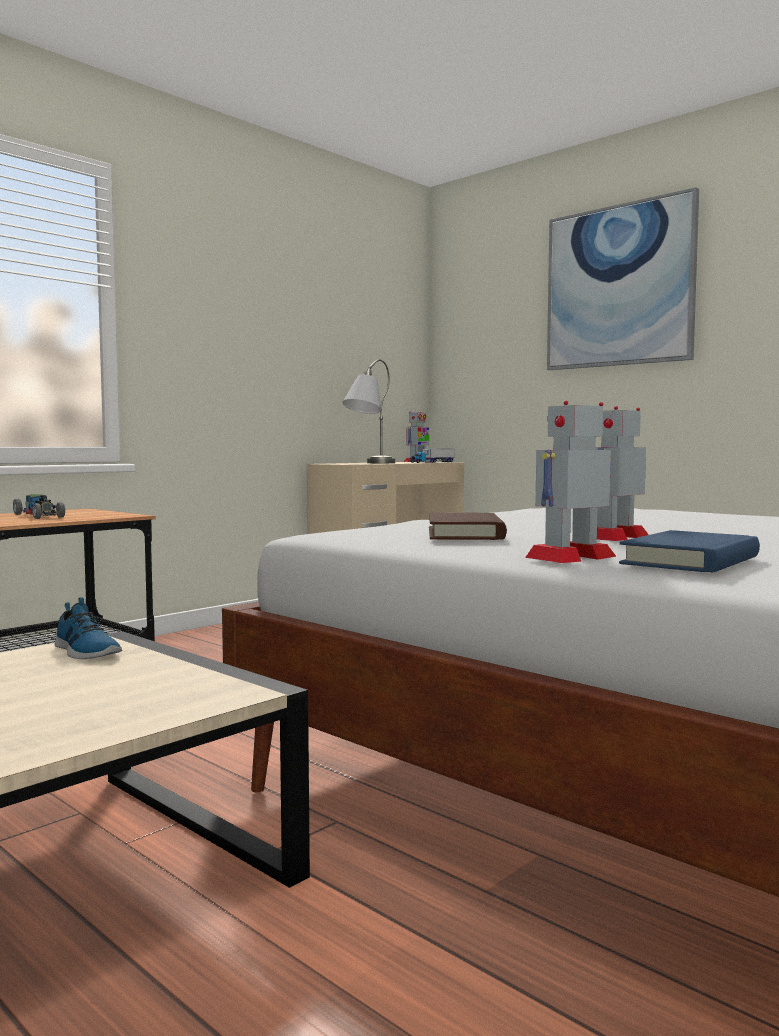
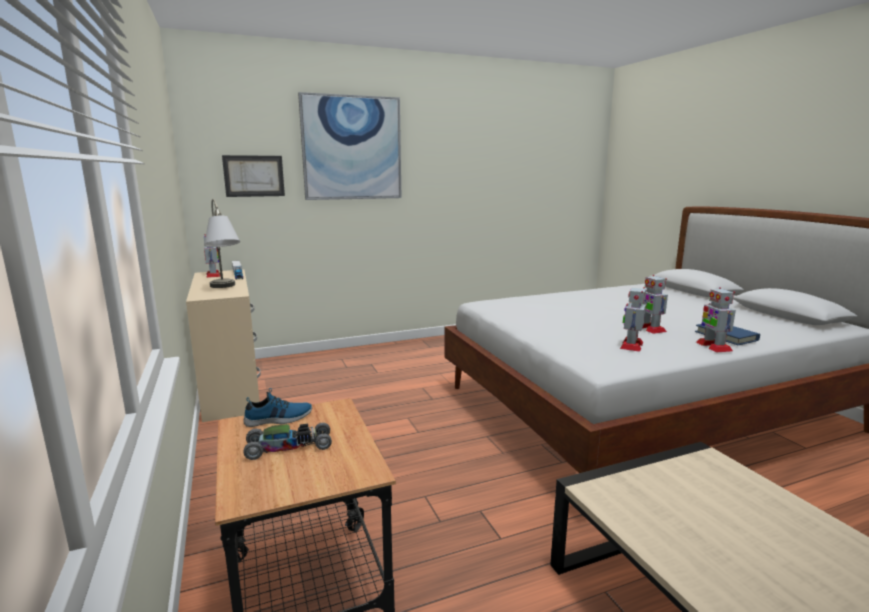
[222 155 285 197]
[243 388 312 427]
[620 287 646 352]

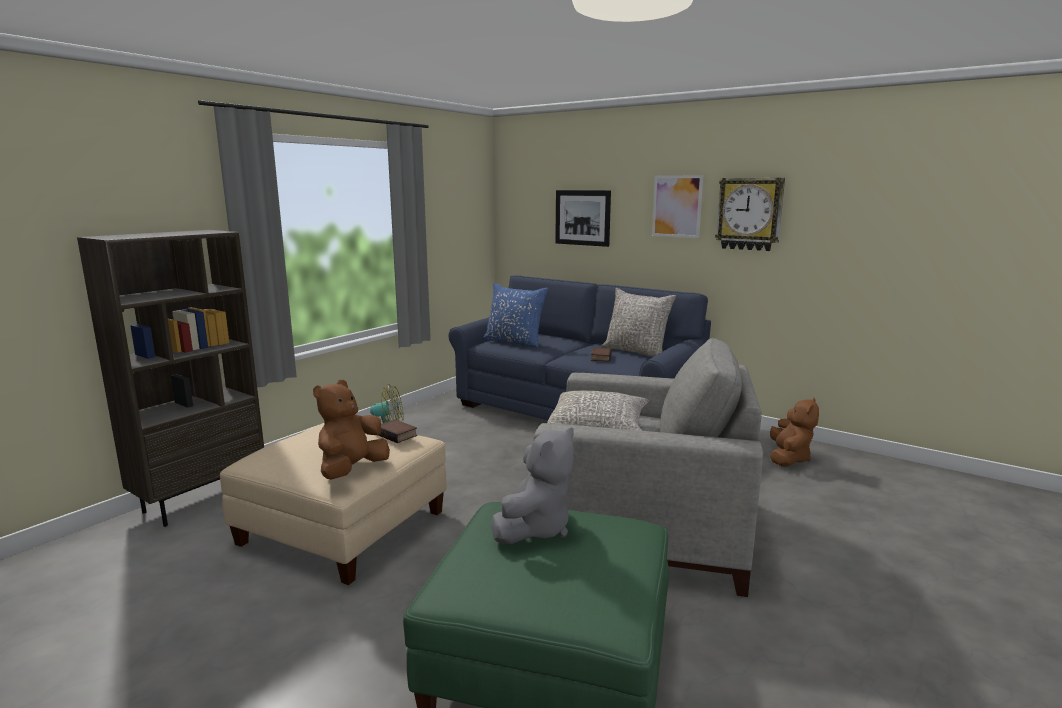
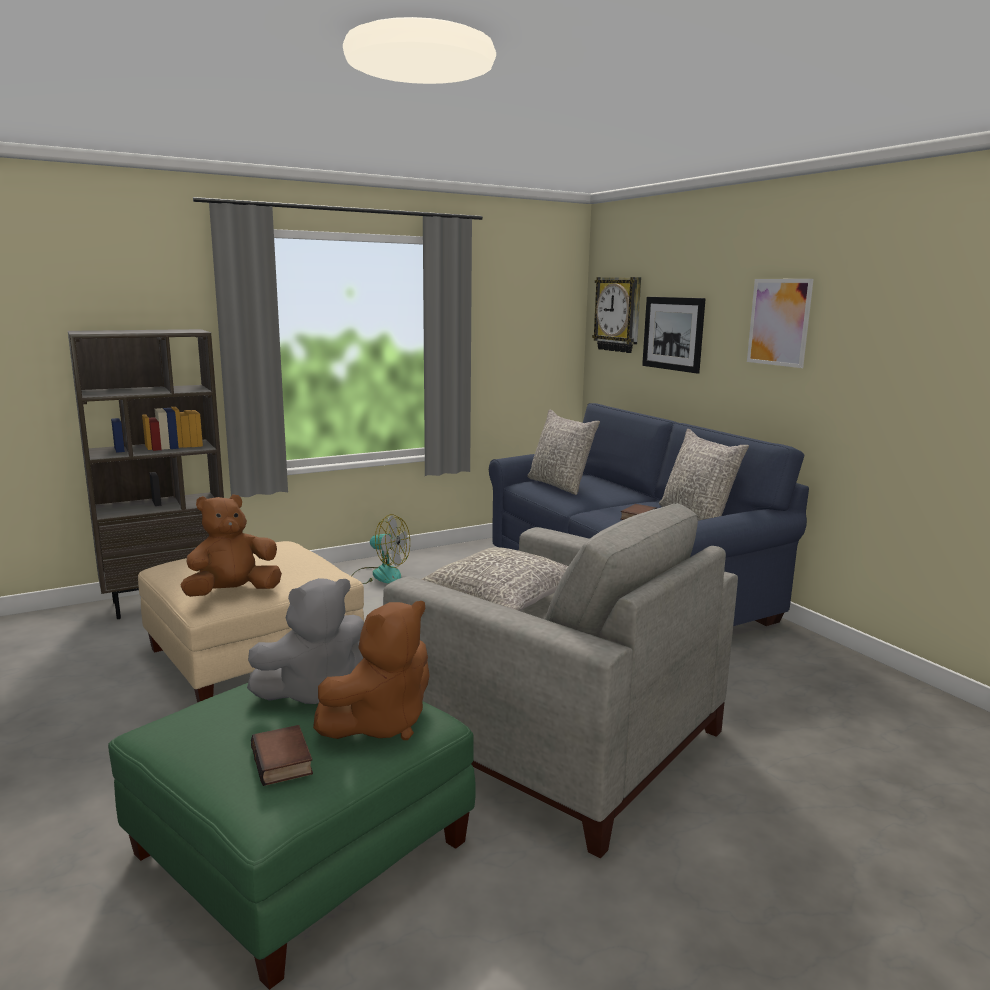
[251 725 313 786]
[313 601 430 740]
[527 409 600 495]
[592 277 641 353]

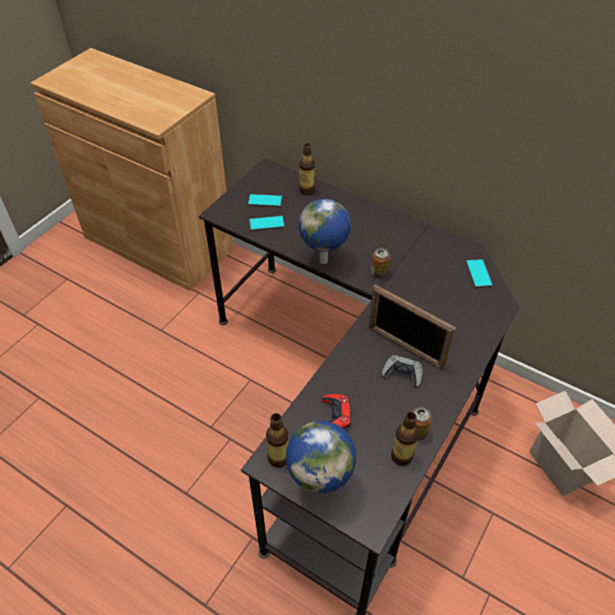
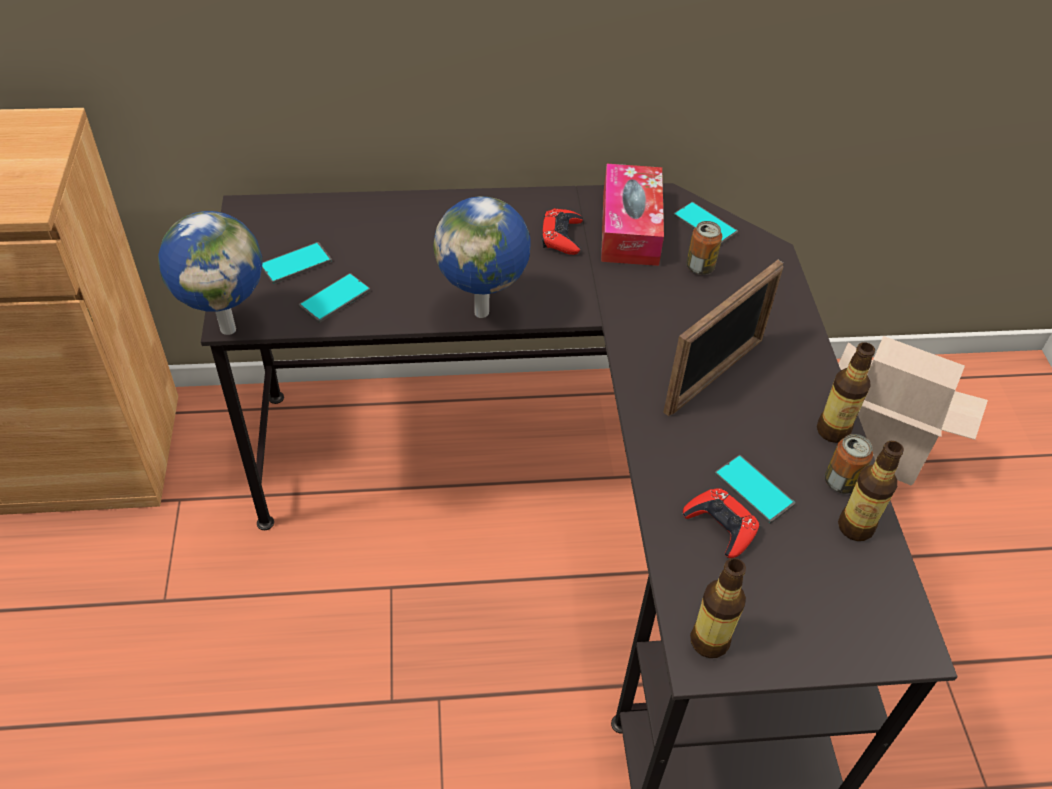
[158 211 263 335]
[542 208 583 255]
[601 164 664 266]
[663 260 783 416]
[686 221 722 275]
[715 455 795 524]
[817 342 875 443]
[382 355 423 387] (first image)

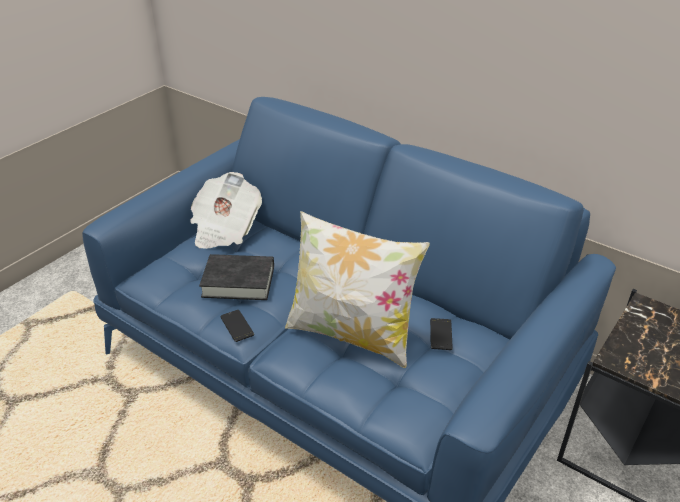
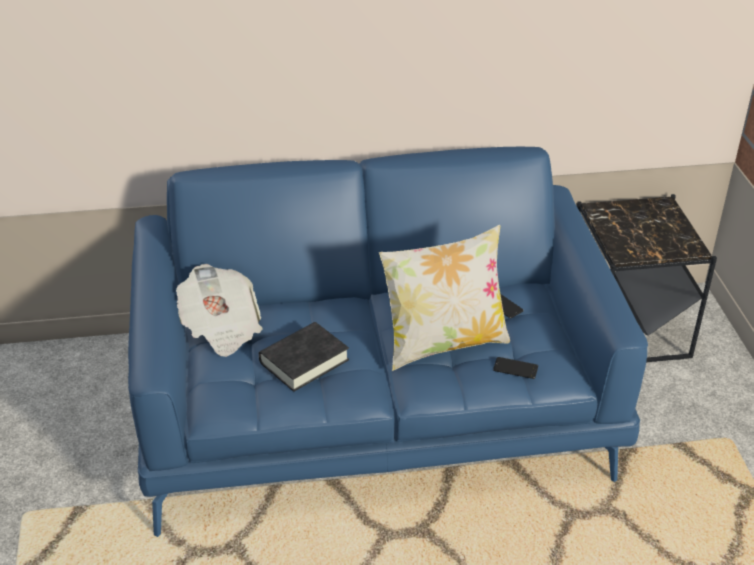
[493 357 538 379]

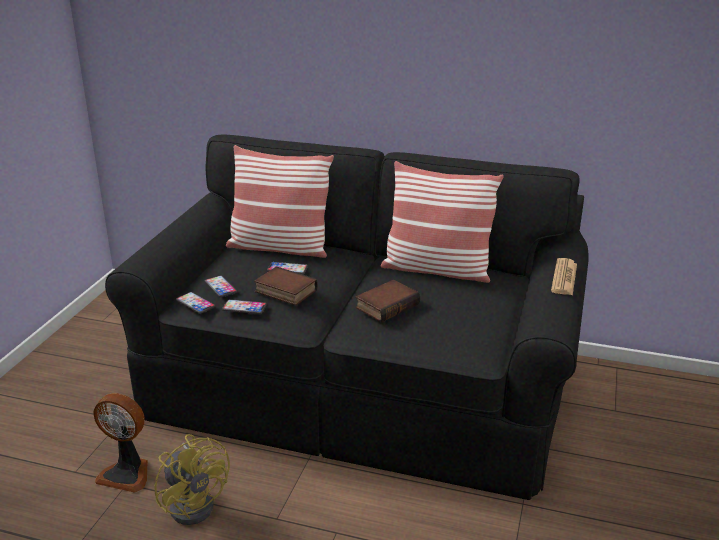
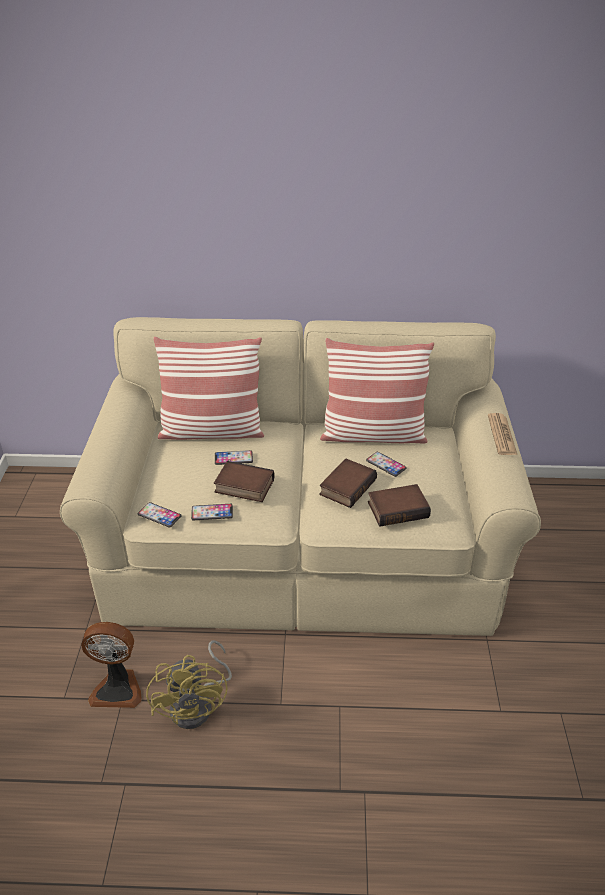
[60 317 541 636]
[146 640 232 729]
[366 452 407 477]
[368 484 431 526]

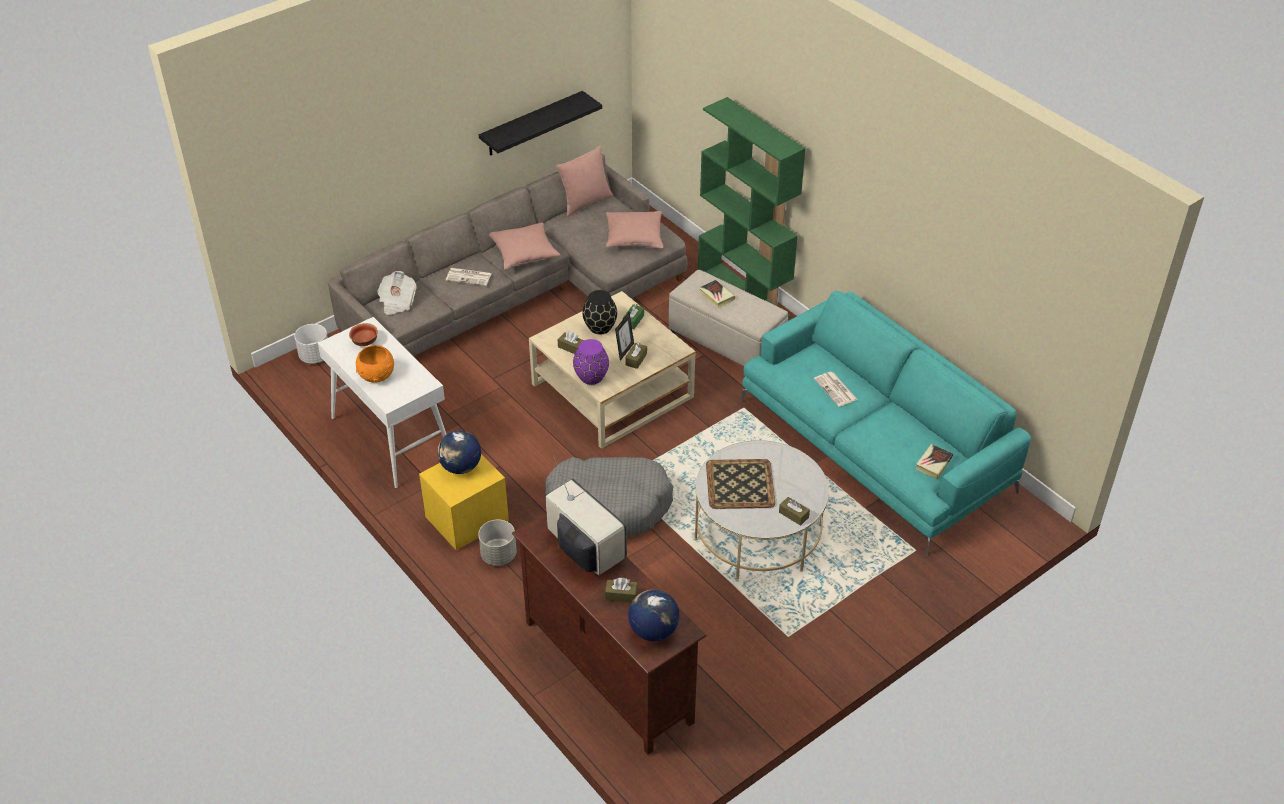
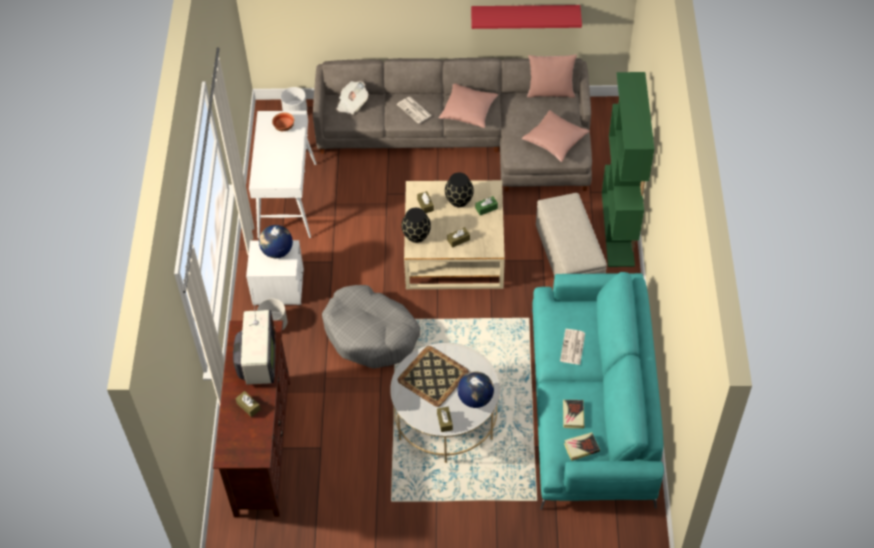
[246 240 304 306]
[401 208 431 243]
[457 371 494 408]
[471 5 582 29]
[563 400 585 429]
[356 345 394 383] (first image)
[615 312 634 361] (first image)

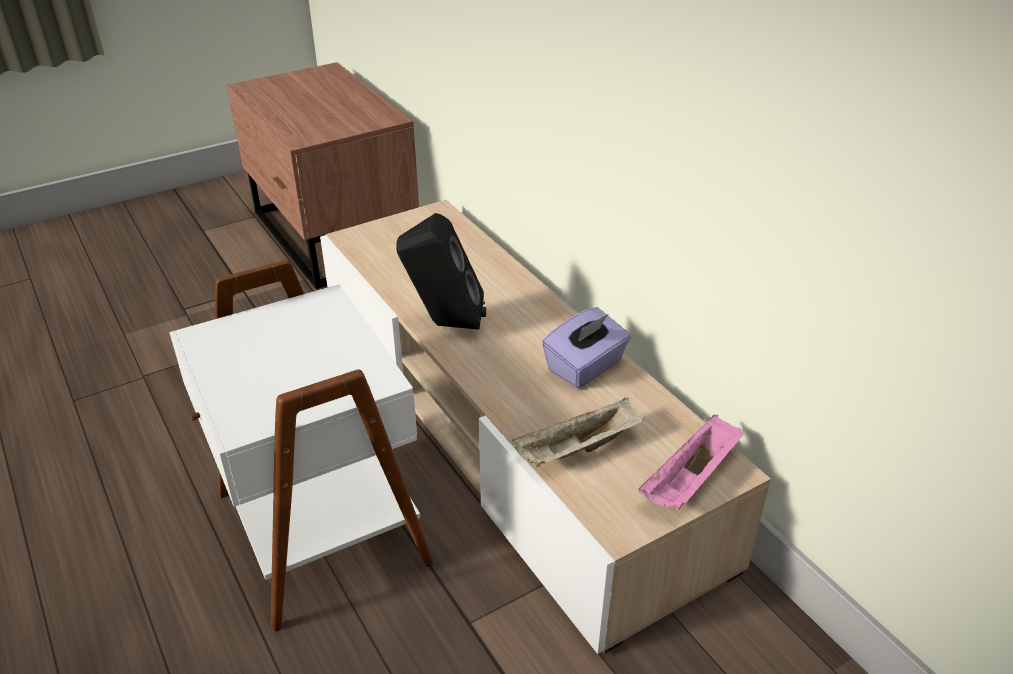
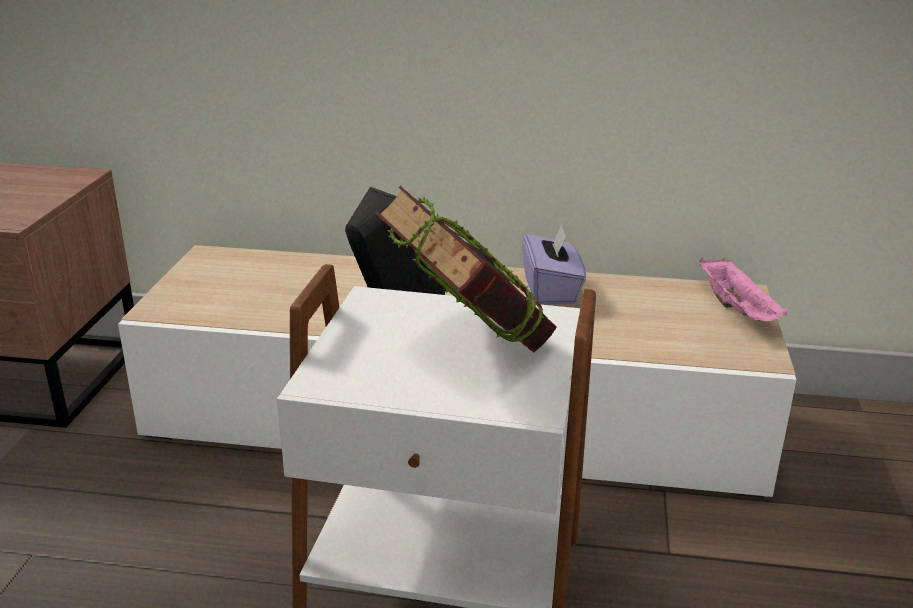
[376 186 557 352]
[511 397 644 467] (first image)

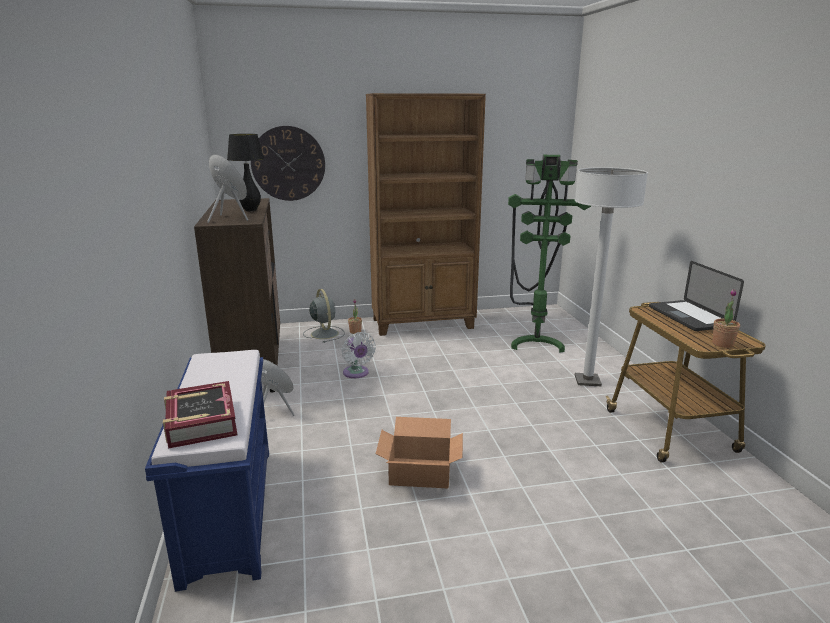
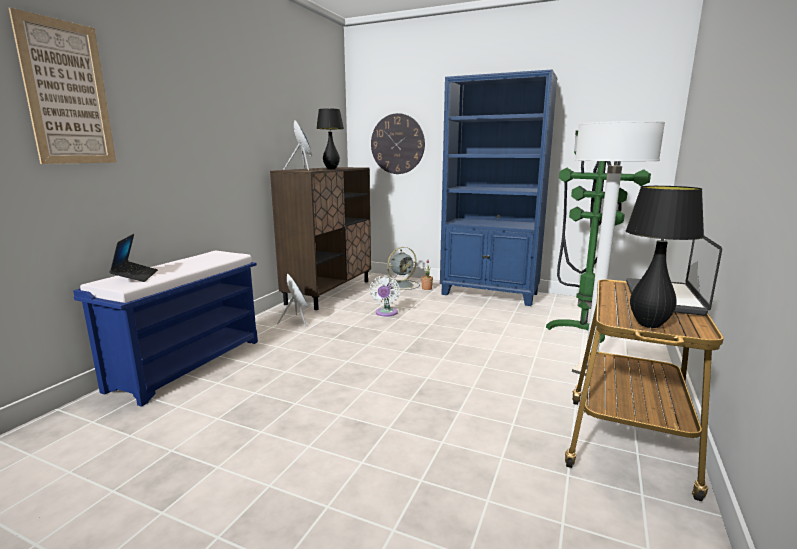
[9 8 116 164]
[109 234 158 282]
[387 247 420 290]
[440 69 558 306]
[626 186 704 328]
[376 417 463 488] (first image)

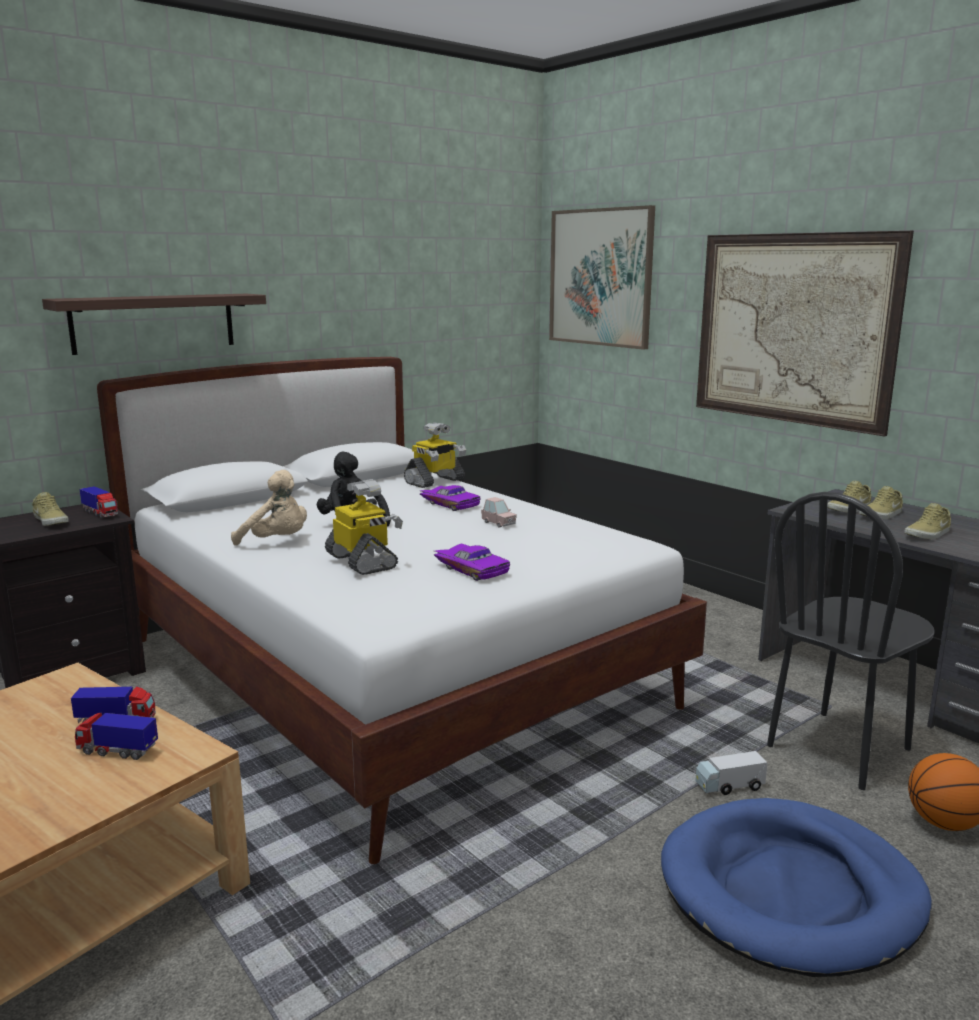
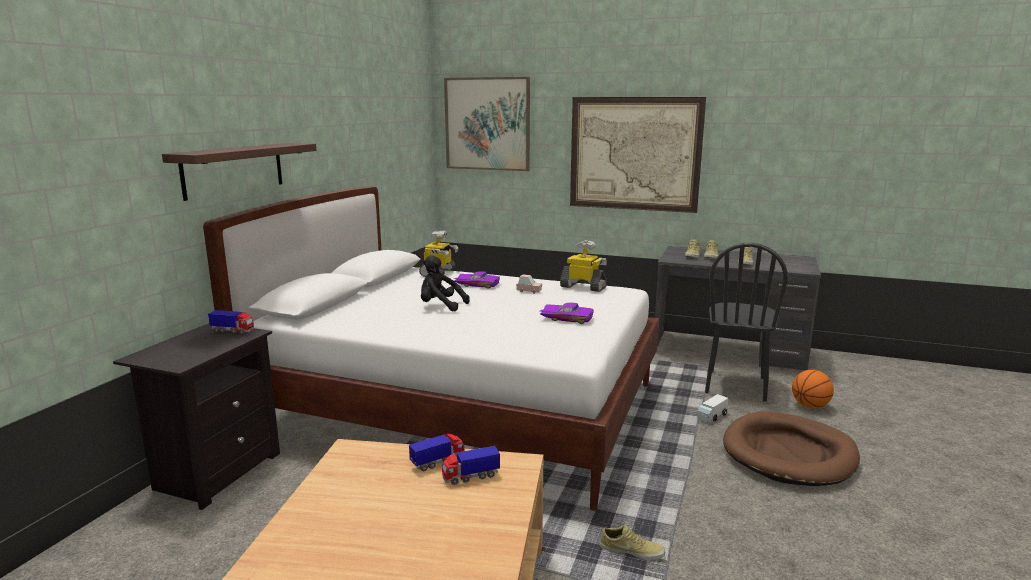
[560 240 607 292]
[600 525 665 561]
[723 411 860 486]
[231 470 307 546] (first image)

